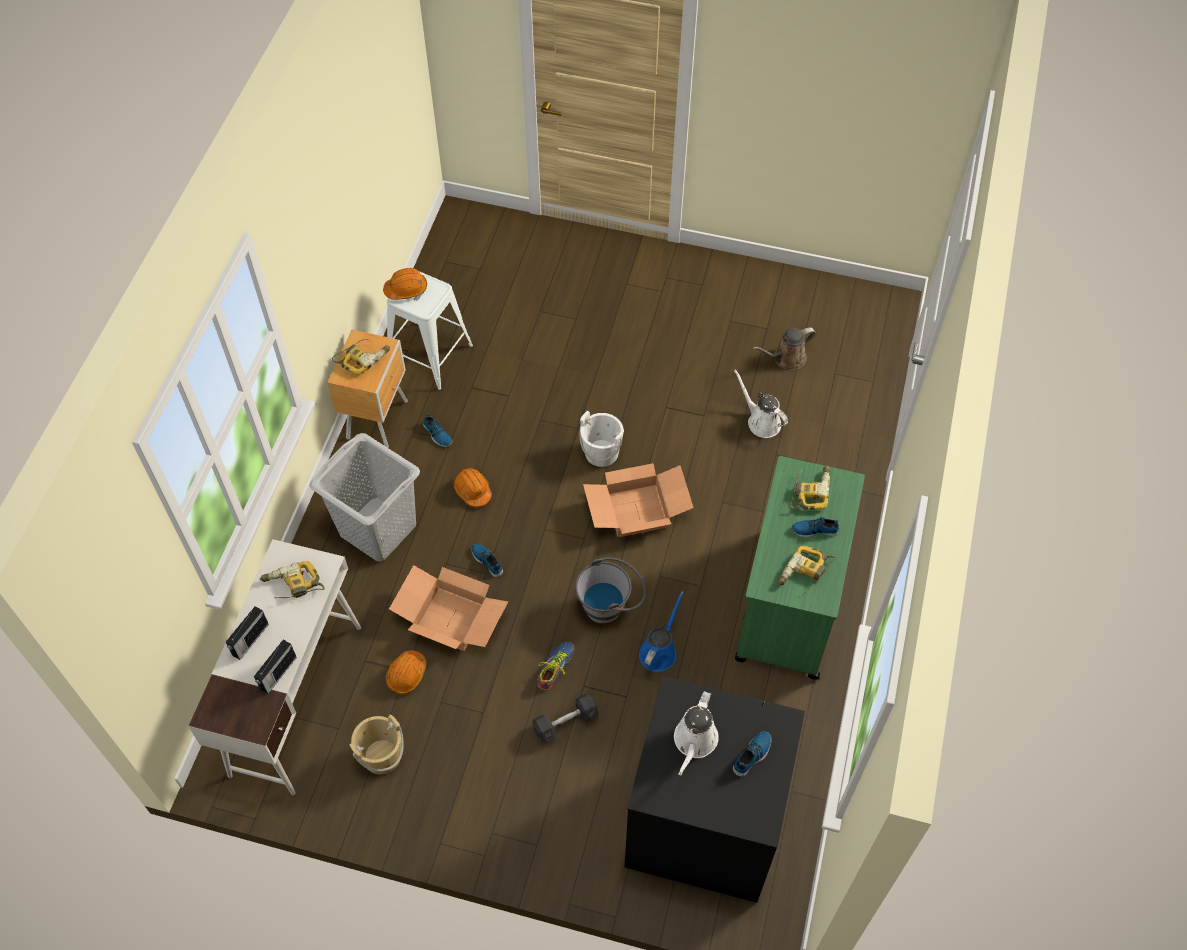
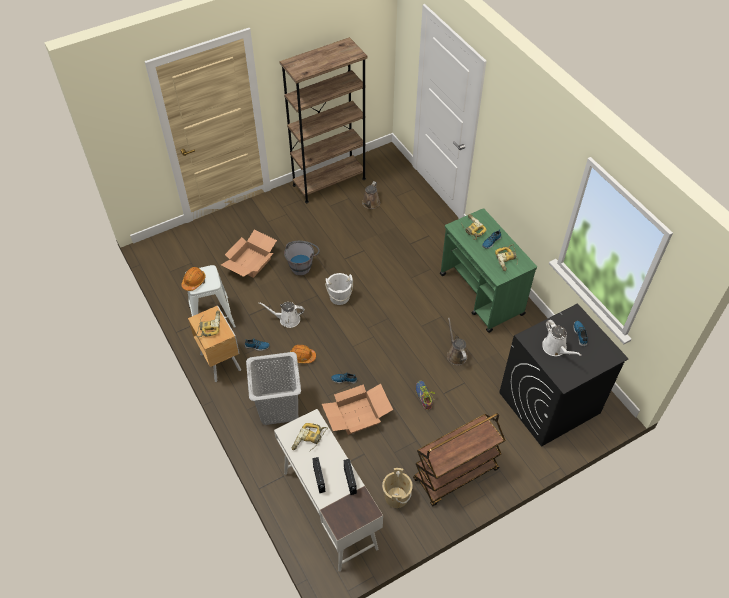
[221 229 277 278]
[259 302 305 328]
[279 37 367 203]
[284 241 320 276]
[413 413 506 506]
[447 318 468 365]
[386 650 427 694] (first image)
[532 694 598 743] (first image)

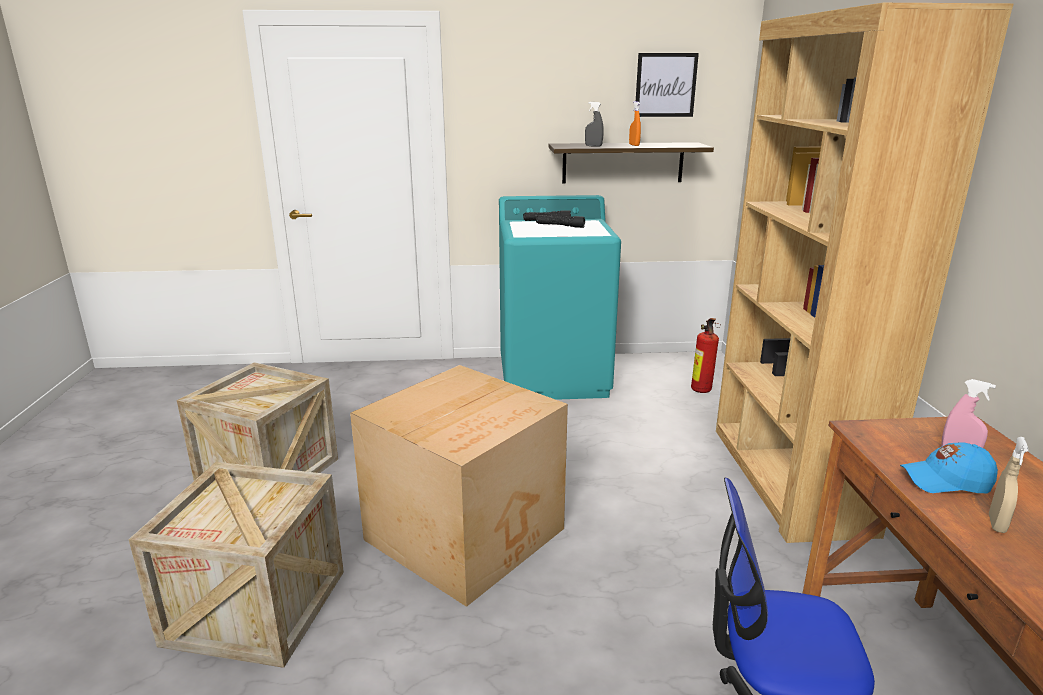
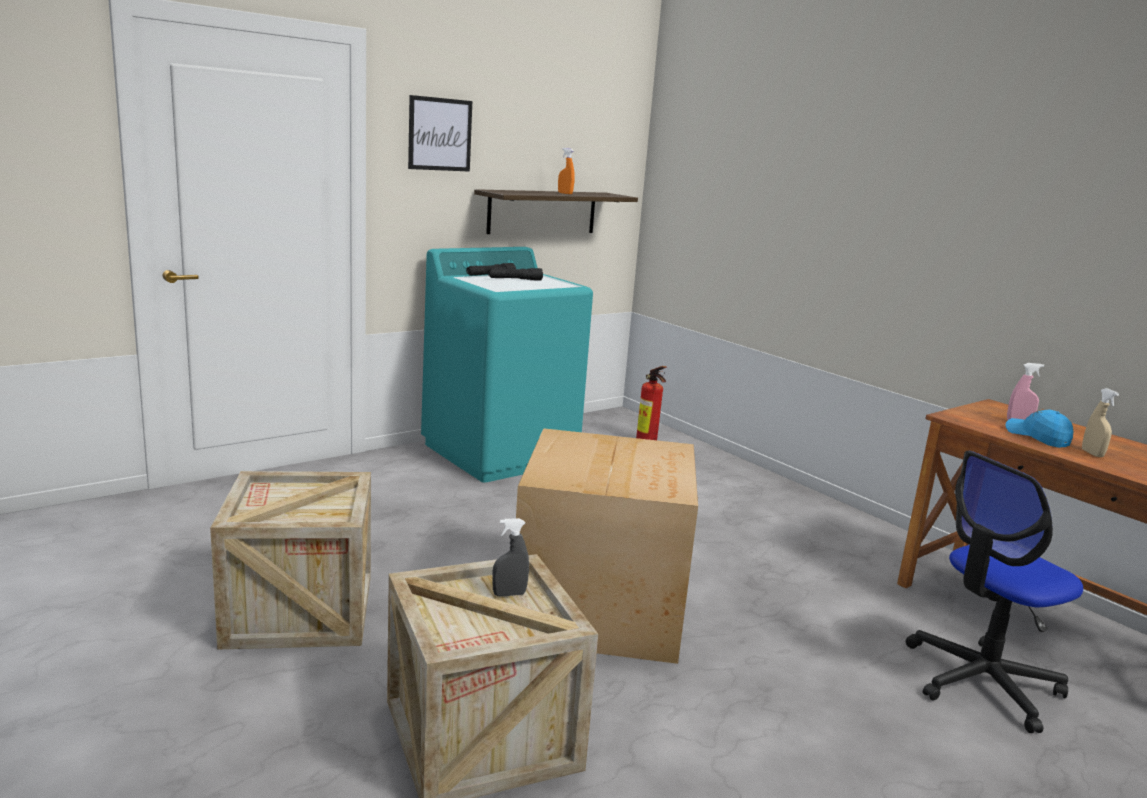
[408 95 472 172]
[492 518 529 597]
[1005 409 1074 448]
[716 3 1014 543] (first image)

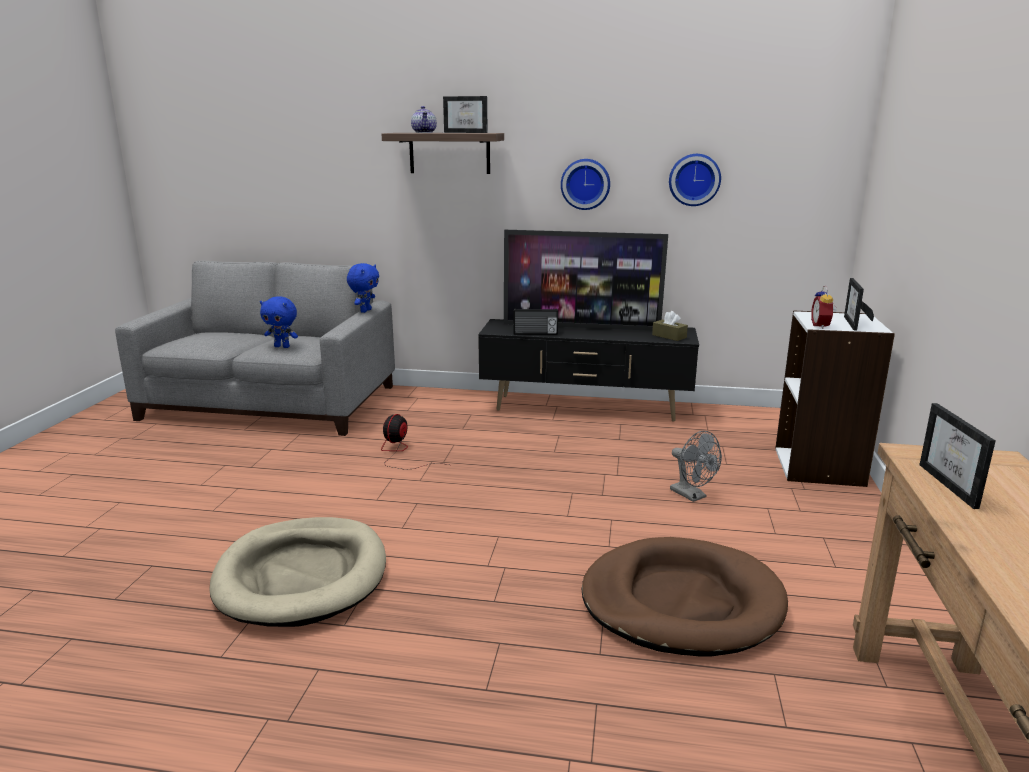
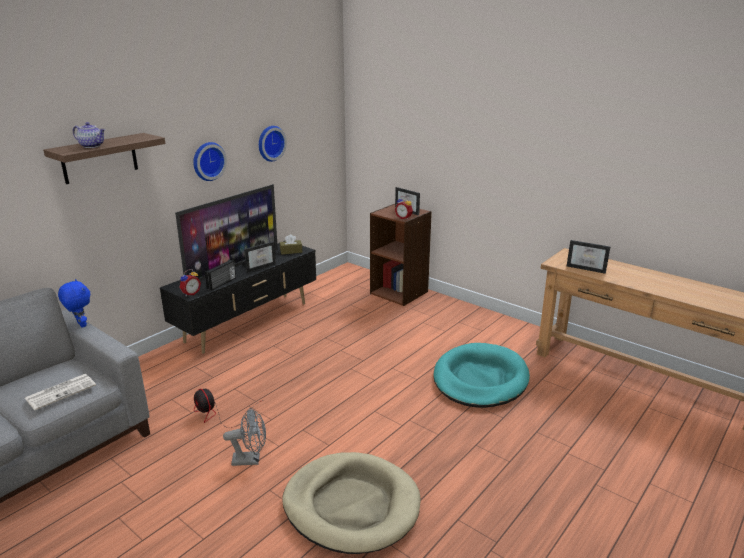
[25 374 96 410]
[179 269 201 296]
[223 408 266 466]
[242 241 276 273]
[370 204 432 306]
[434 343 530 408]

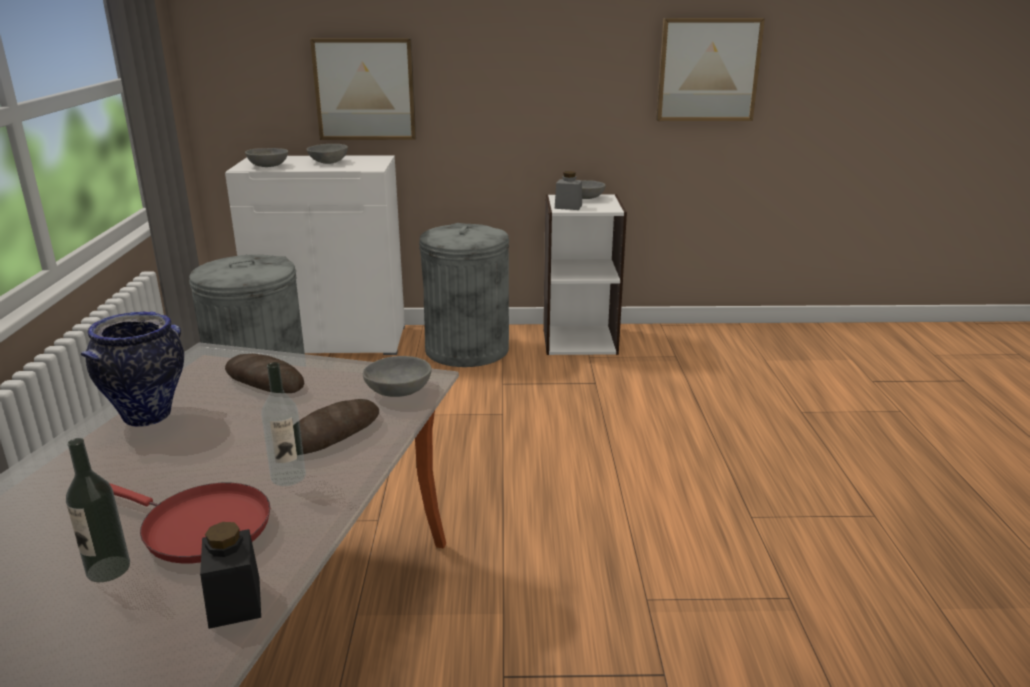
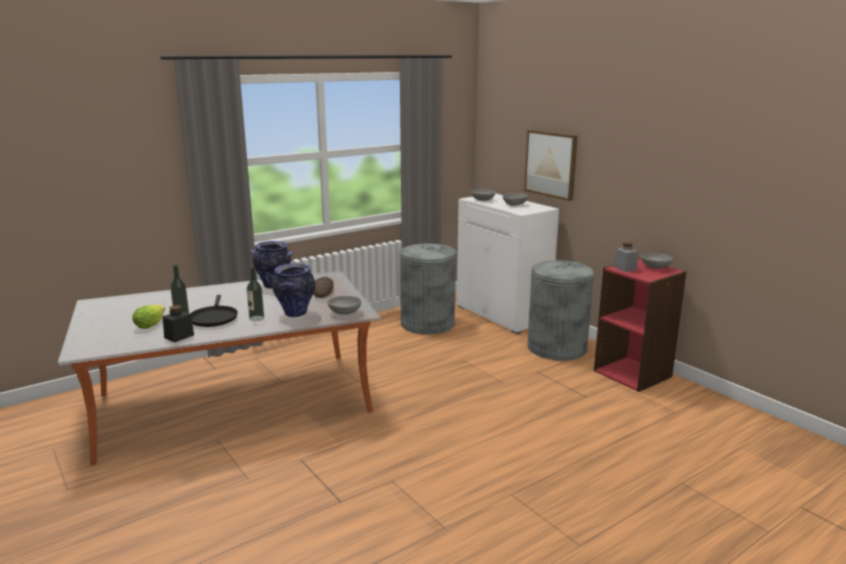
[132 305 165 329]
[190 295 238 327]
[272 263 315 317]
[594 258 687 392]
[656 18 765 121] (first image)

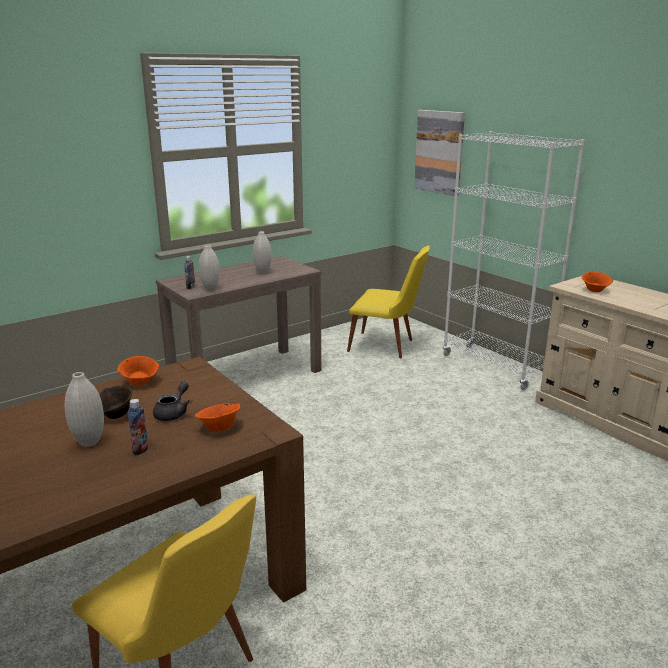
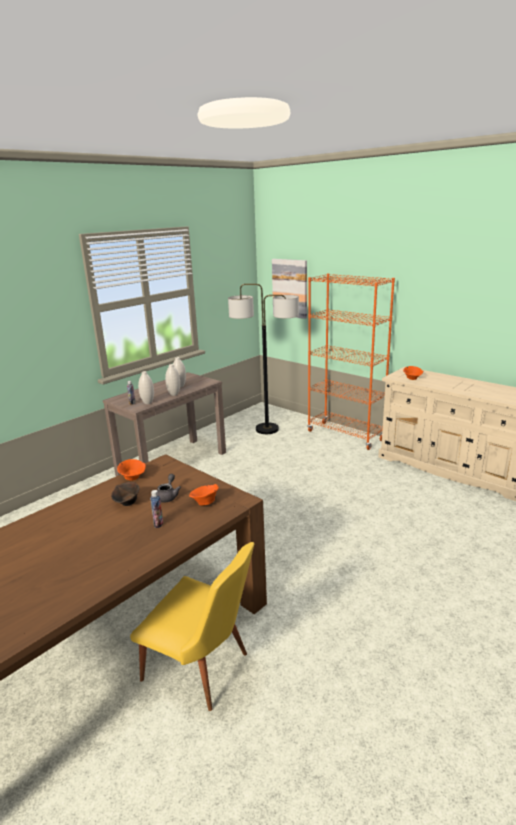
[165 364 180 396]
[228 284 299 434]
[307 273 395 450]

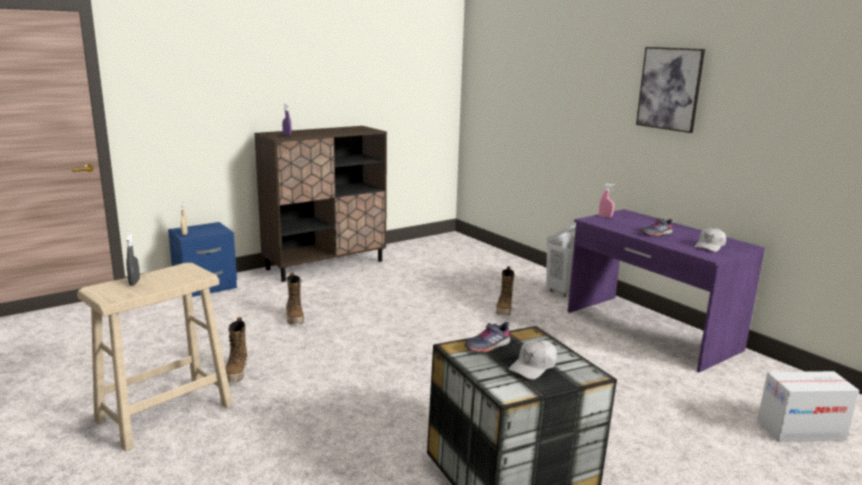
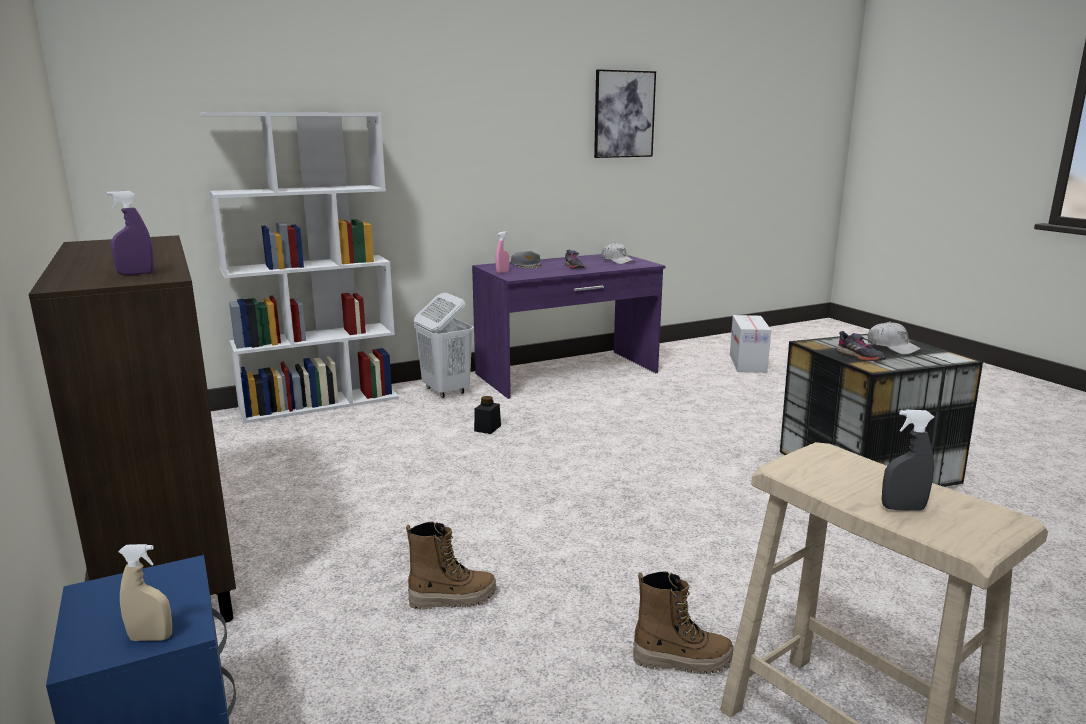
[200 112 399 424]
[474 396 501 434]
[511 251 542 269]
[594 69 656 158]

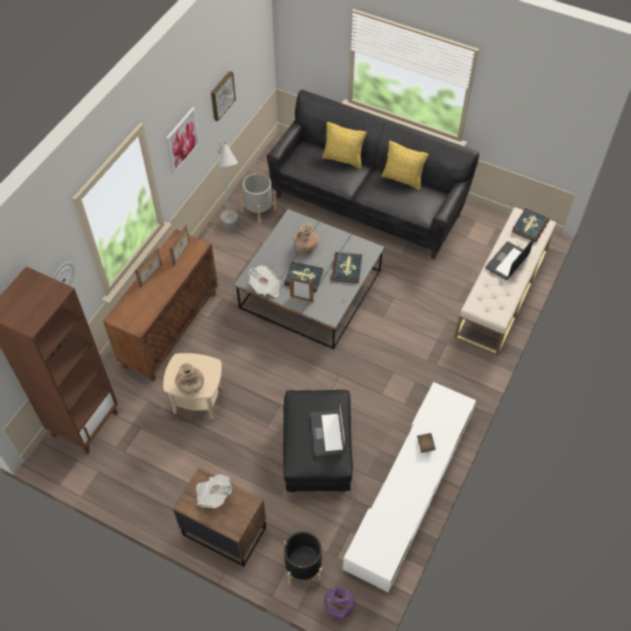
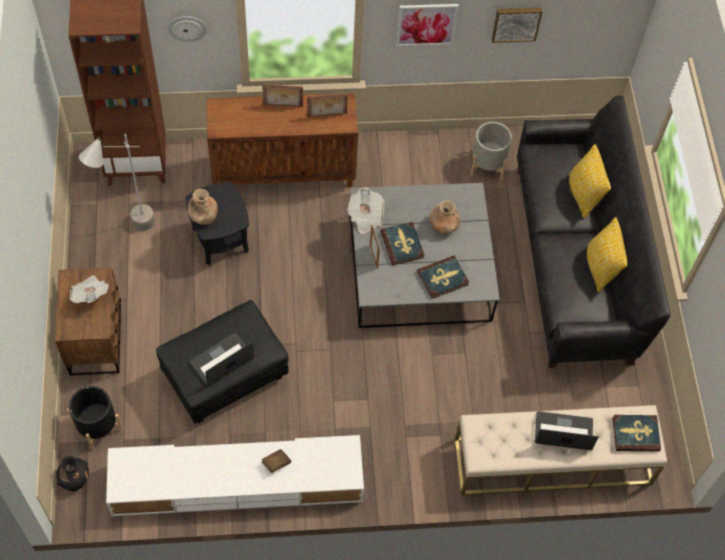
[56 456 89 491]
[79 134 155 231]
[185 182 249 265]

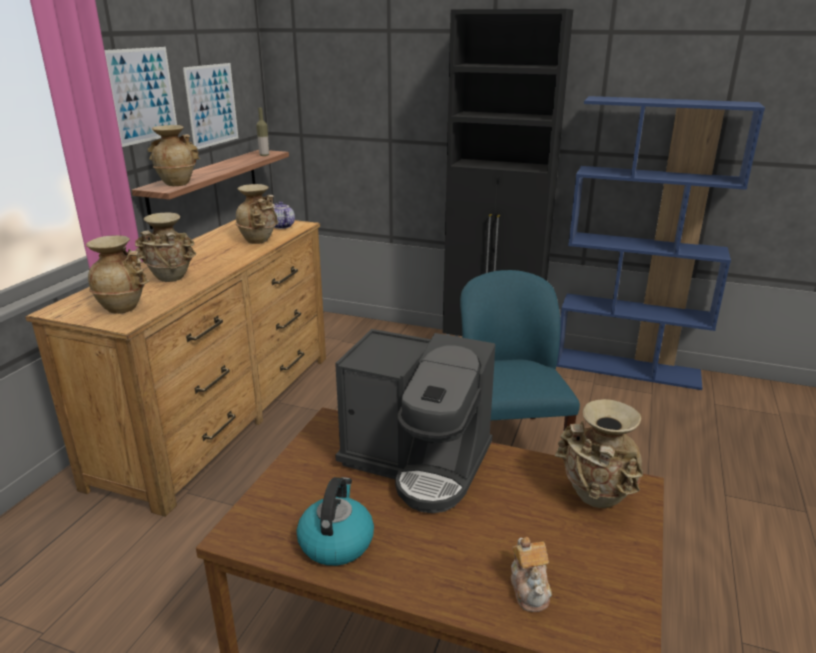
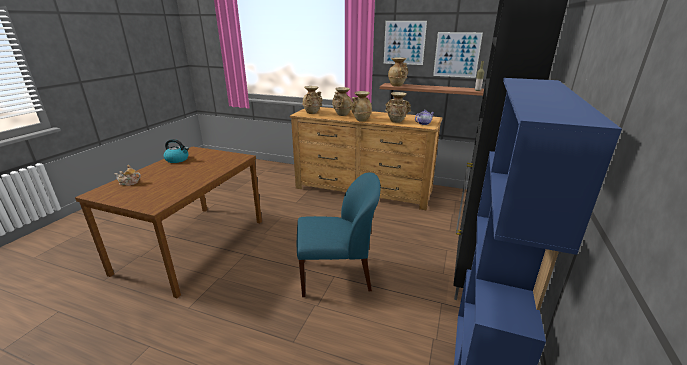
[350 91 372 122]
[335 329 495 513] (first image)

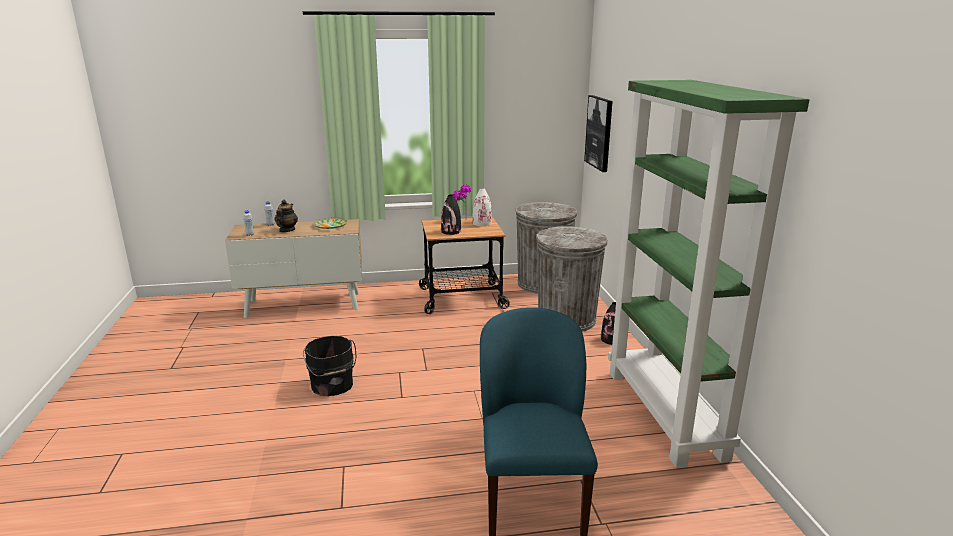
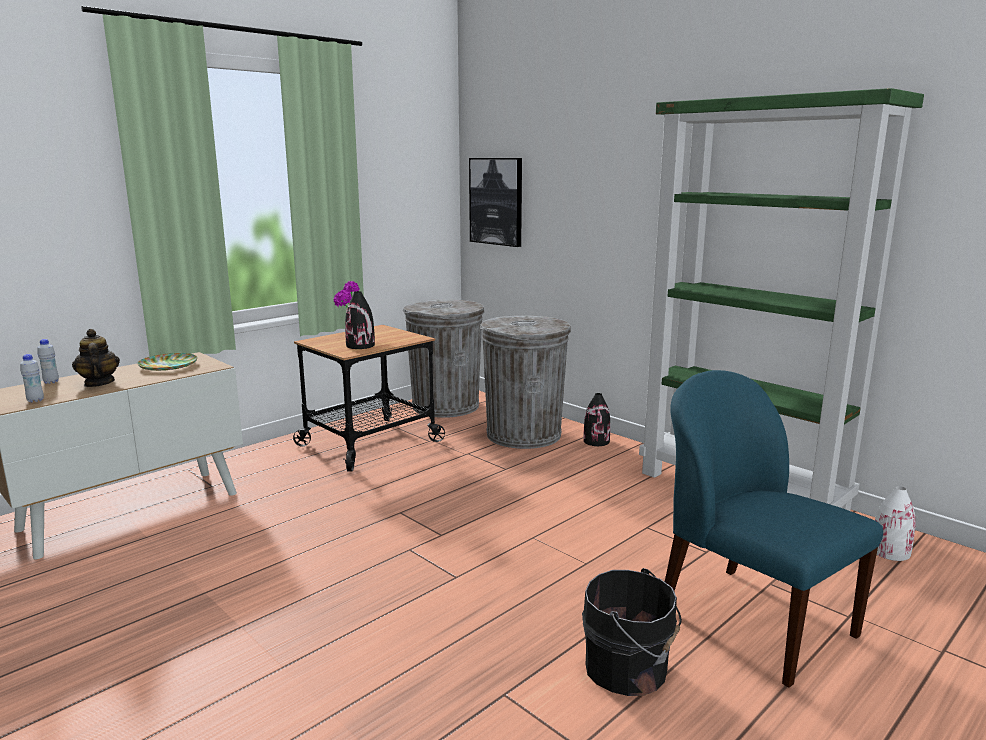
[582 568 682 696]
[875 486 916 561]

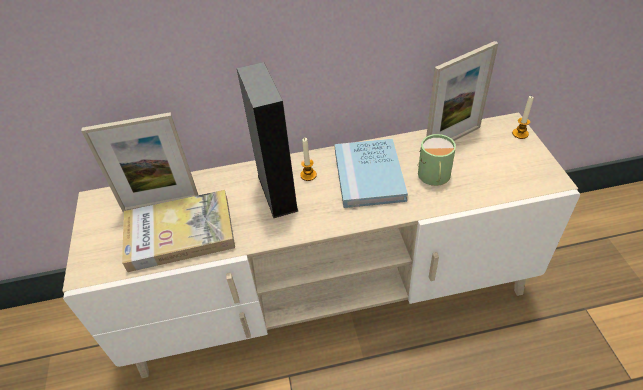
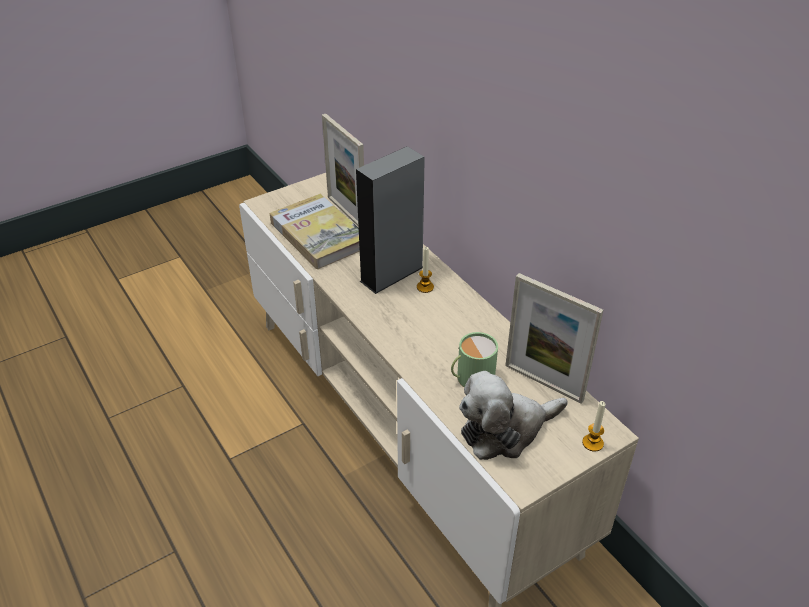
[459 371 568 460]
[335 139 408 208] (first image)

